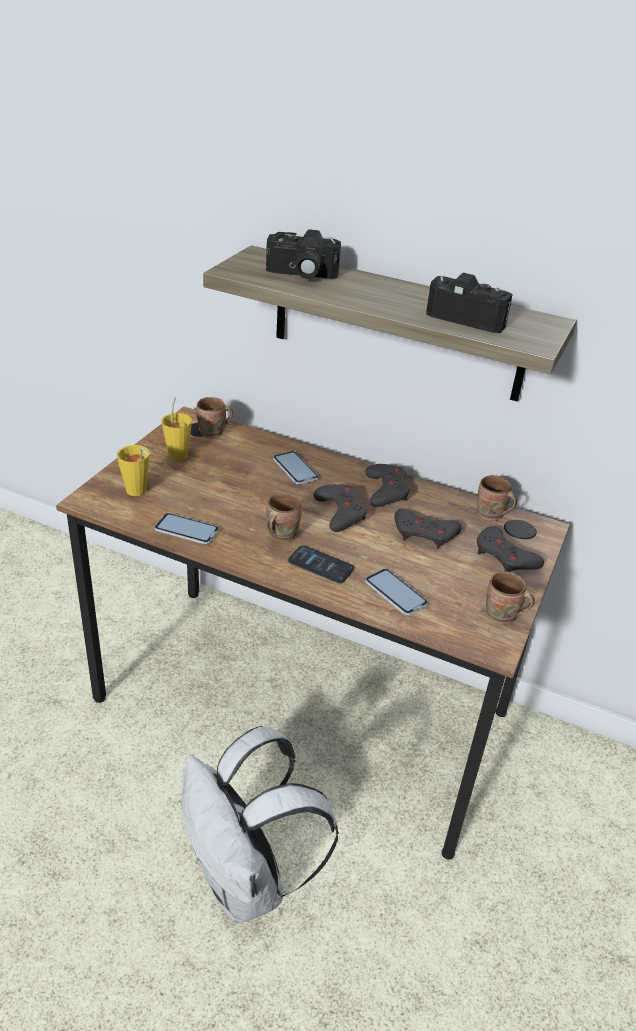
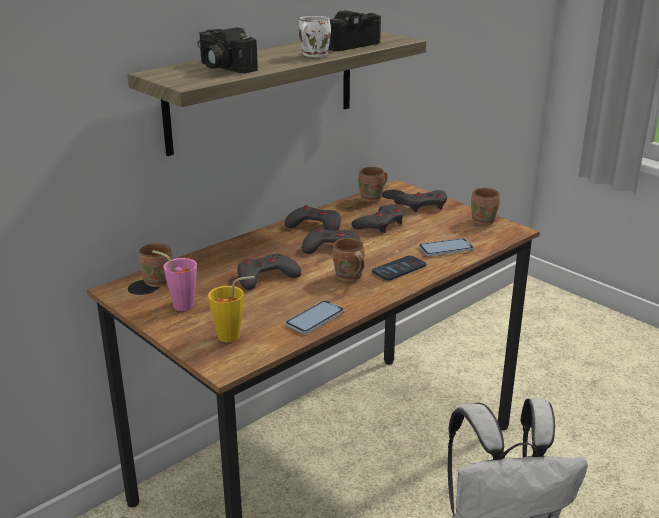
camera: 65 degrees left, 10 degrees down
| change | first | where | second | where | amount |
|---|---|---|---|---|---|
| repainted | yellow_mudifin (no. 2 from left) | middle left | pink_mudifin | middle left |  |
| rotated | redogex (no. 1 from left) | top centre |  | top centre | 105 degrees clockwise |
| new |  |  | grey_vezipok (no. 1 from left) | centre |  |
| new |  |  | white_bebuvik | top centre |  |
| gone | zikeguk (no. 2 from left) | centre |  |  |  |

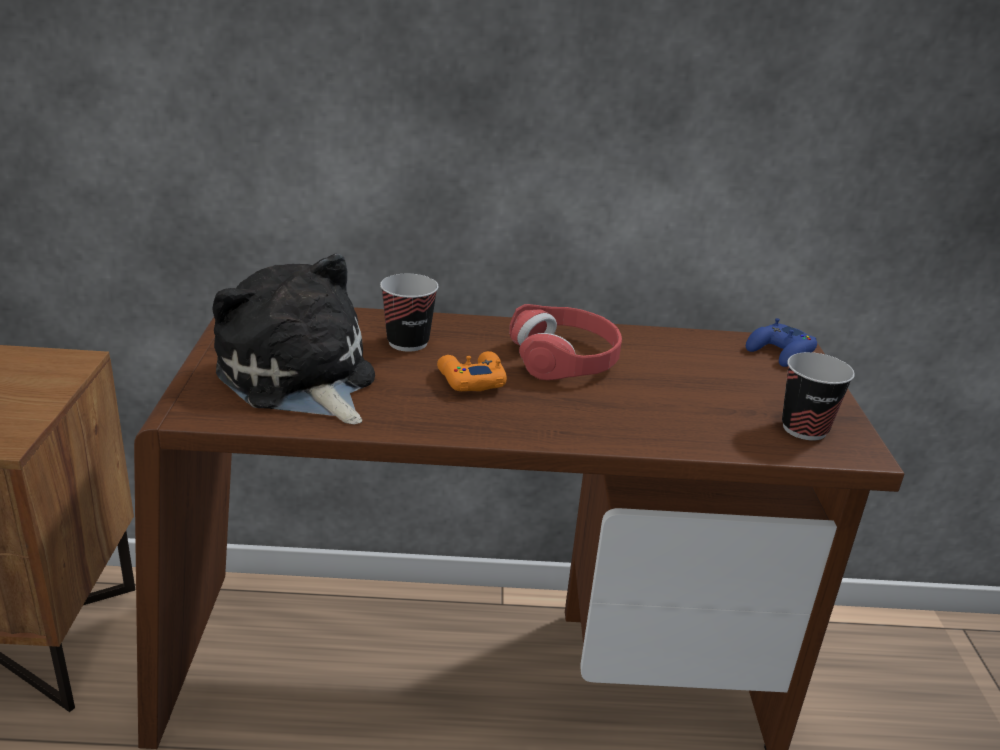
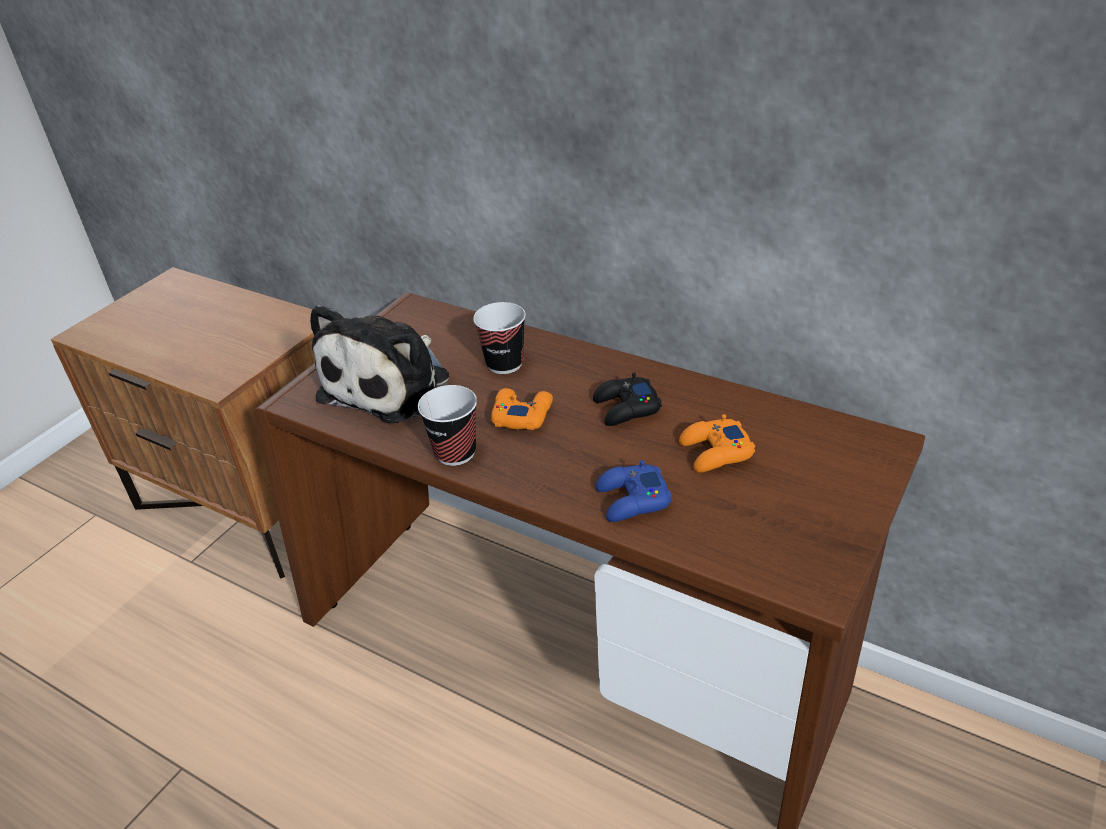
camera: 35 degrees right, 10 degrees up
| change | first | where | second | where | amount |
|---|---|---|---|---|---|
| rotated | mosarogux | middle left |  | centre | 150 degrees counterclockwise |
| shifted | mudifin (no. 2 from left in the first image) | middle right | mudifin (no. 1 from left) | centre |  |
| swapped | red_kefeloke | centre | black_vezipok | centre |  |
| shifted | blue_vezipok | middle right |  | centre |  |
| new |  |  | orange_vezipok (no. 2 from left) | centre |  |

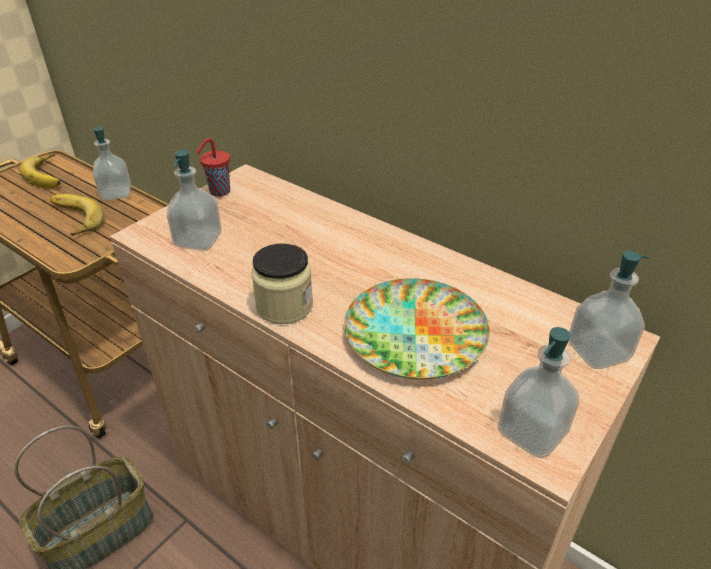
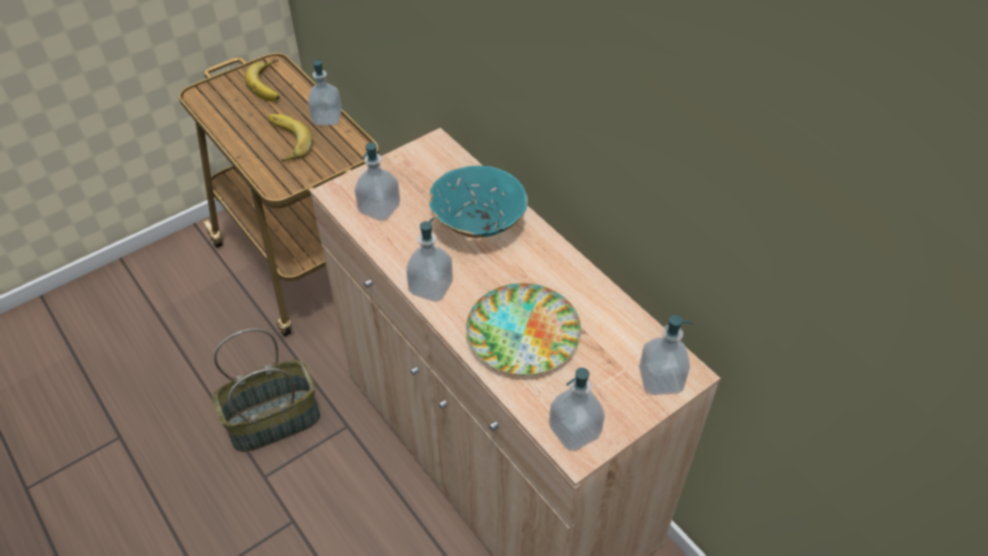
camera: 15 degrees right, 10 degrees up
| change | first | where | second | where | amount |
|---|---|---|---|---|---|
| swapped | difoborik | centre | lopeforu (no. 3 from left) | centre |  |
| new |  |  | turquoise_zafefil | centre |  |
| gone | red_mudifin | top left |  |  |  |

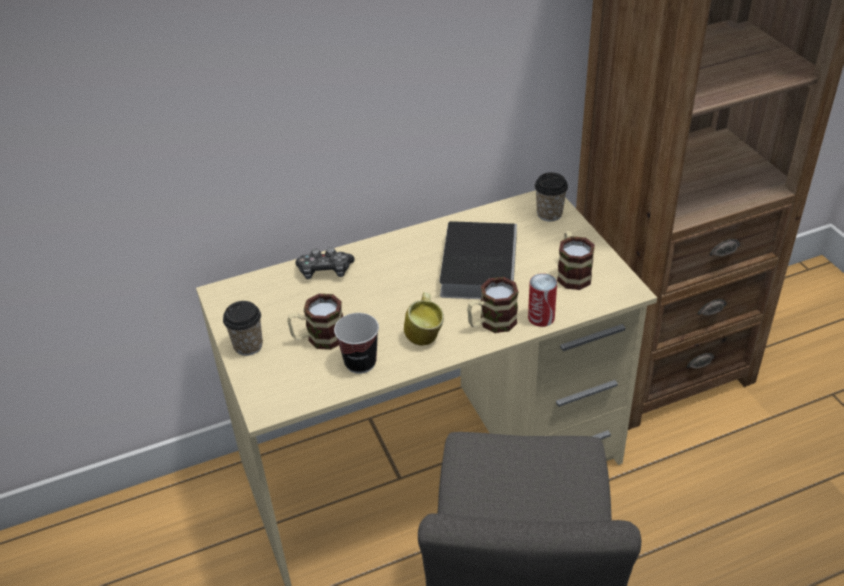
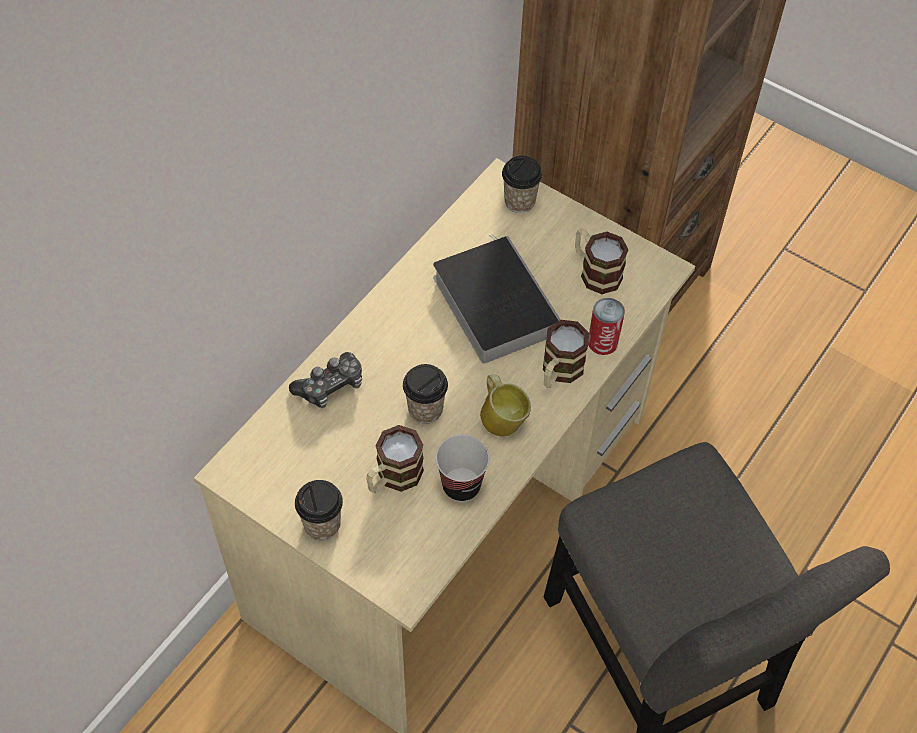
camera: 35 degrees left, 15 degrees up
| change | first | where | second | where | amount |
|---|---|---|---|---|---|
| new |  |  | mudifin (no. 2 from left) | centre |  |

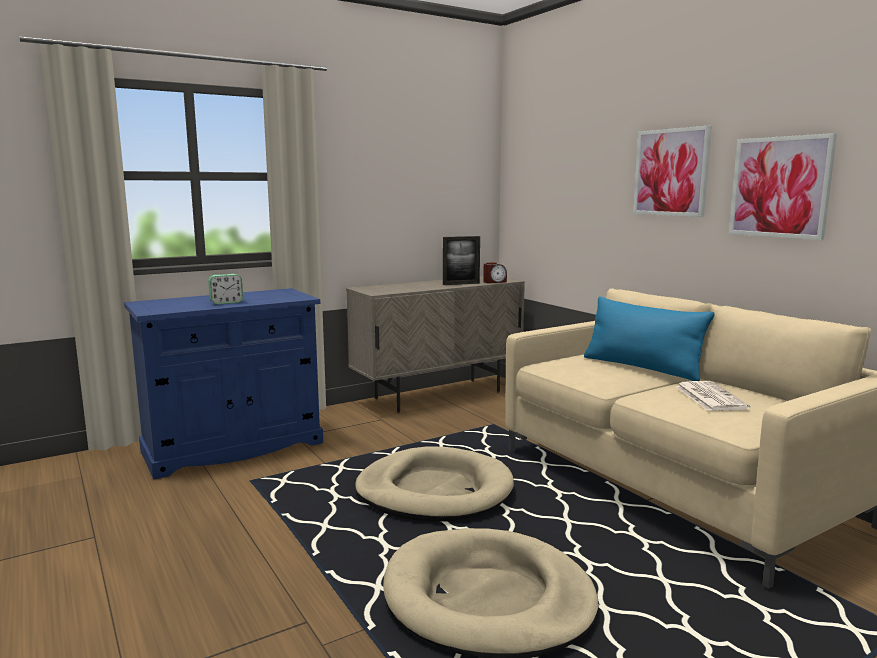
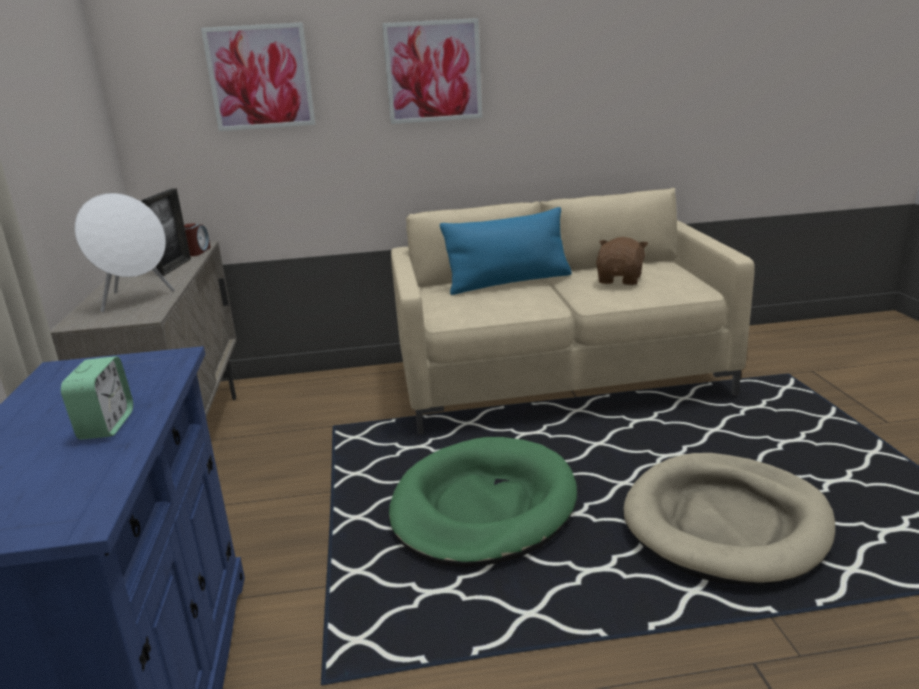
camera: 65 degrees left, 10 degrees up
| change | first | where | second | where | amount |
|---|---|---|---|---|---|
| new |  |  | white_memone | middle left |  |
| shifted | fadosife (no. 2 from left in the first image) | top right | fadosife (no. 1 from left) | top left |  |
| repainted | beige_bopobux (no. 1 from left) | bottom centre | green_bopobux | bottom centre |  |
| swapped | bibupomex | middle right | brown_mosarogux | middle right |  |

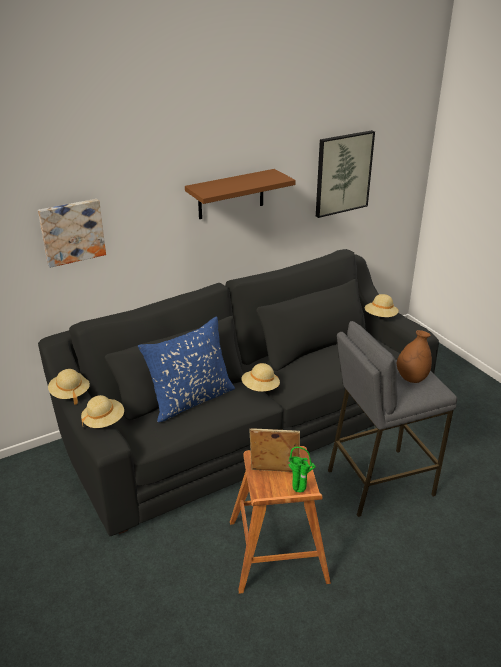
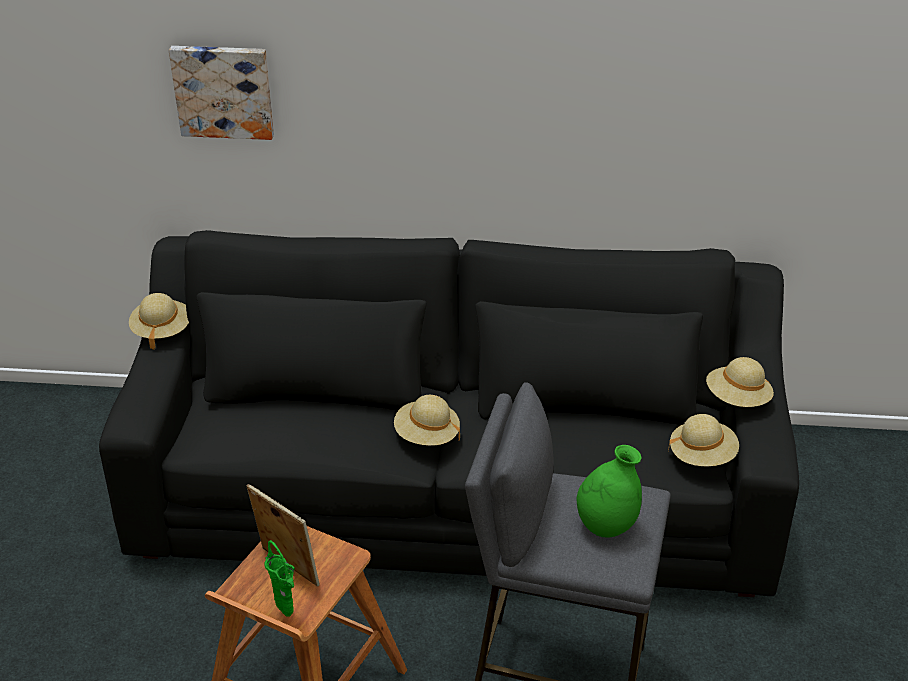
camera: 35 degrees right, 5 degrees up
| change | first | where | second | where | amount |
|---|---|---|---|---|---|
| repainted | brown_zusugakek | middle right | green_zusugakek (no. 2 from left) | bottom right |  |
| shifted | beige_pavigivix (no. 2 from left in the first image) | middle left | beige_pavigivix (no. 3 from left) | middle right |  |
| gone | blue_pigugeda | centre |  |  |  |
| gone | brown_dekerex | top centre |  |  |  |
| gone | fadosife (no. 2 from left) | top right |  |  |  |

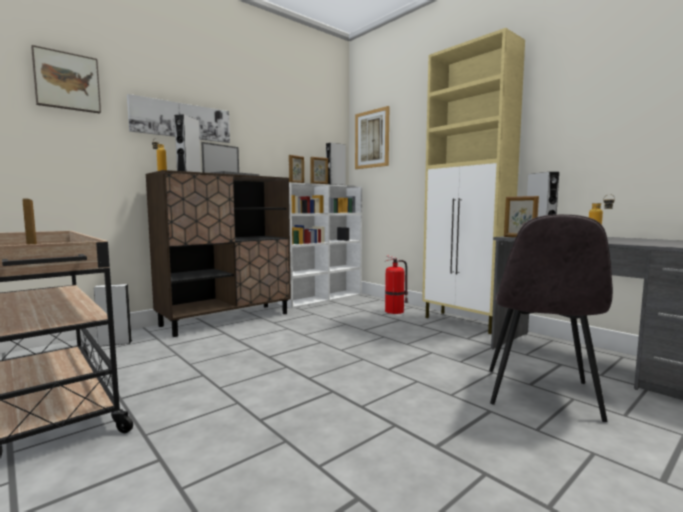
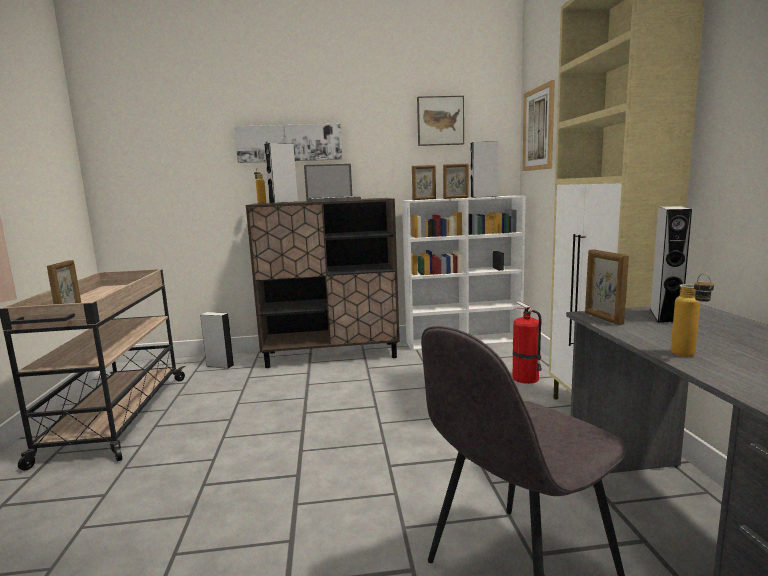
camera: 35 degrees right, 5 degrees up
| change | first | where | second | where | amount |
|---|---|---|---|---|---|
| shifted | fadosife (no. 1 from left in the first image) | top left | fadosife (no. 2 from left) | top centre |  |

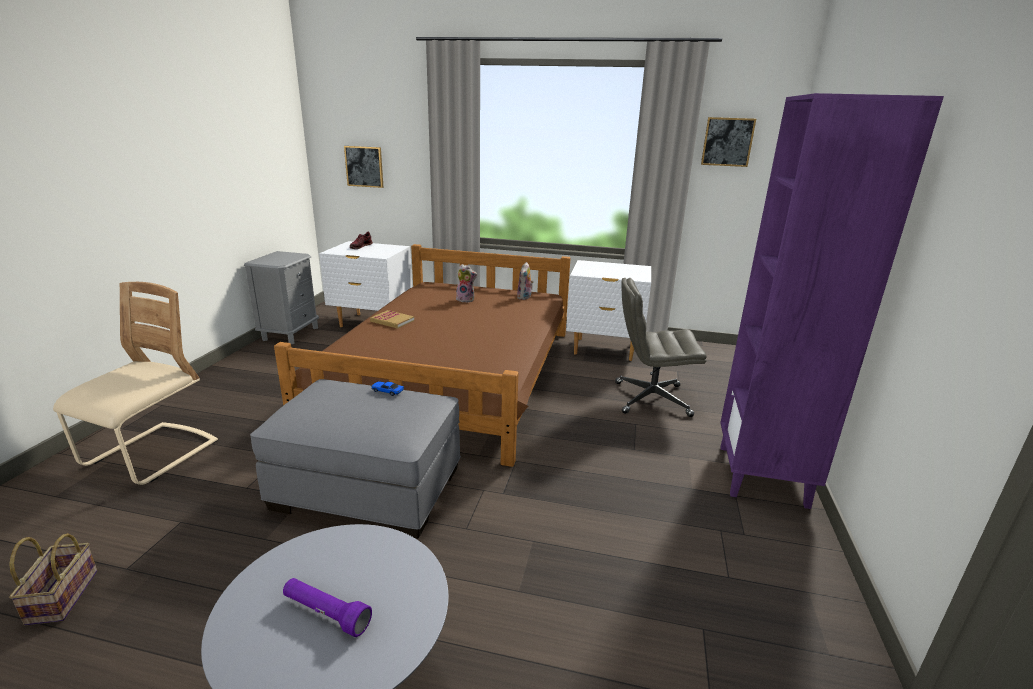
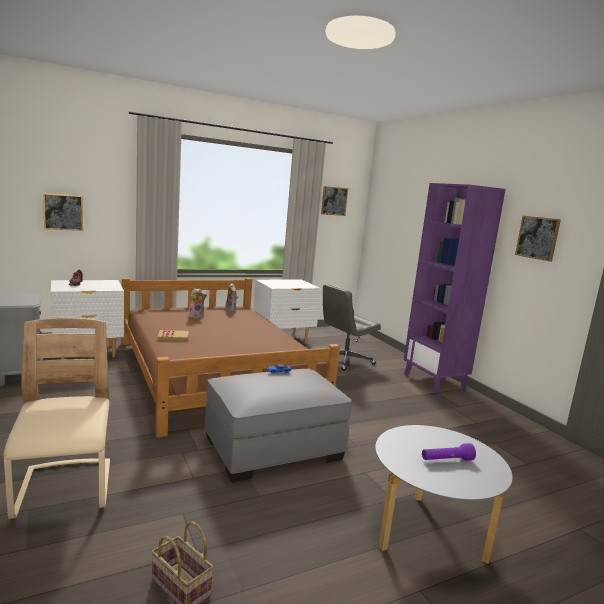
camera: 40 degrees left, 10 degrees down
| change | first | where | second | where | amount |
|---|---|---|---|---|---|
| new |  |  | fadosife (no. 3 from left) | middle right |  |

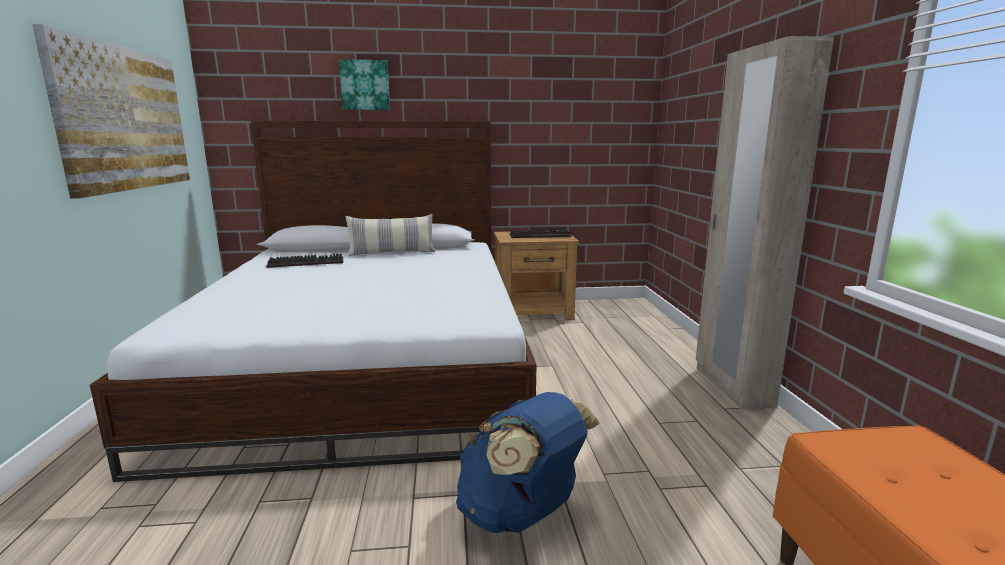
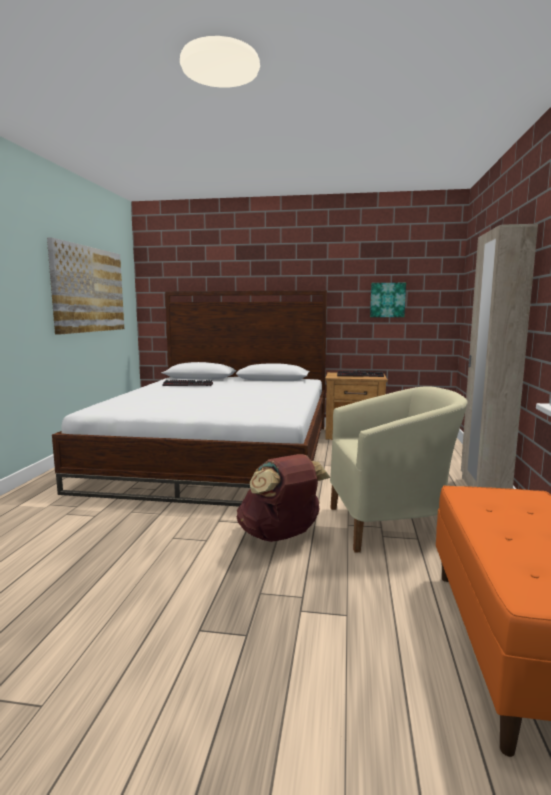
camera: 15 degrees right, 5 degrees down
| change | first | where | second | where | amount |
|---|---|---|---|---|---|
| repainted | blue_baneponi | bottom centre | brown_baneponi | centre |  |
| new |  |  | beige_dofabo | middle right |  |
| shifted | fadosife (no. 2 from left) | top centre |  | middle right |  |
| gone | pigugeda | centre |  |  |  |

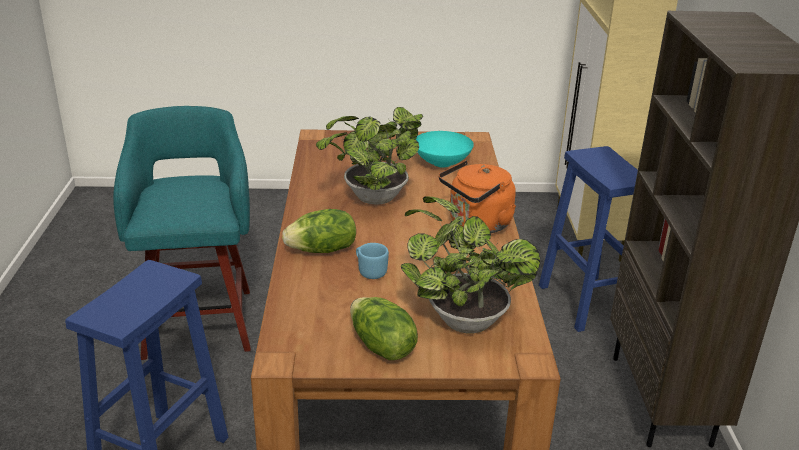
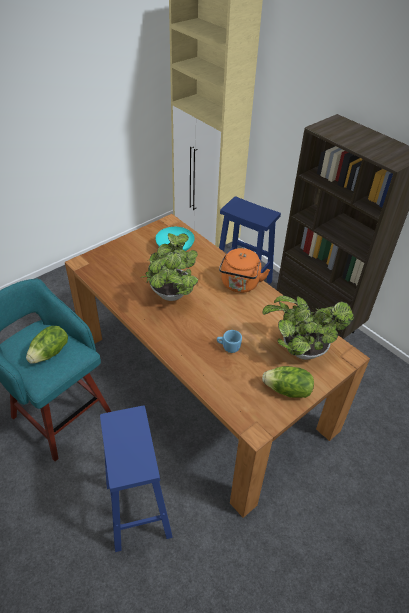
camera: 40 degrees left, 15 degrees up
| change | first | where | second | where | amount |
|---|---|---|---|---|---|
| shifted | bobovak (no. 1 from left) | centre |  | middle left |  |

